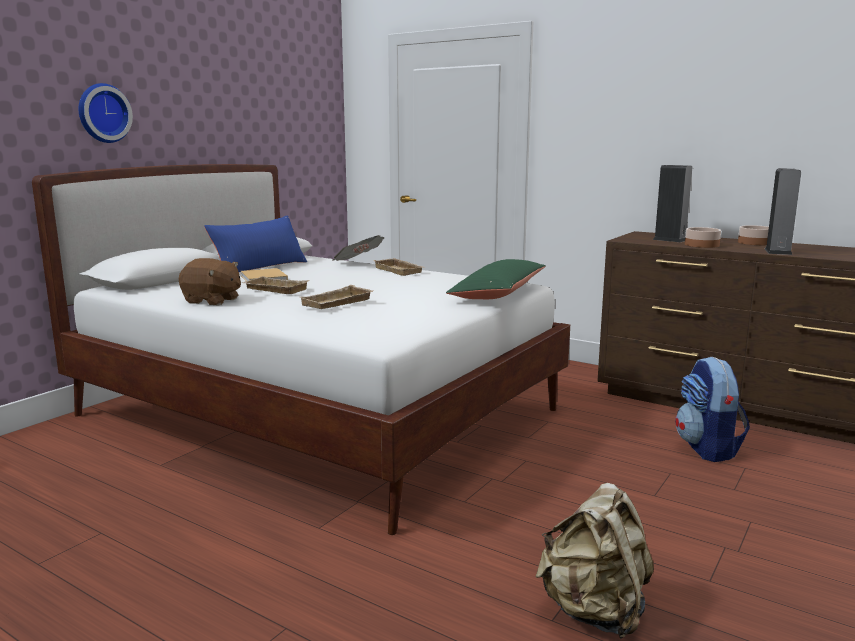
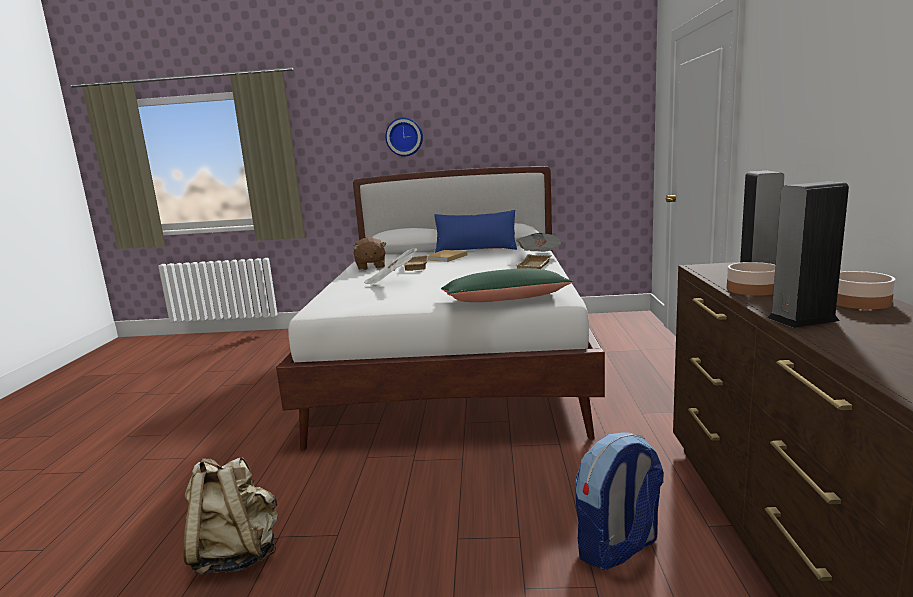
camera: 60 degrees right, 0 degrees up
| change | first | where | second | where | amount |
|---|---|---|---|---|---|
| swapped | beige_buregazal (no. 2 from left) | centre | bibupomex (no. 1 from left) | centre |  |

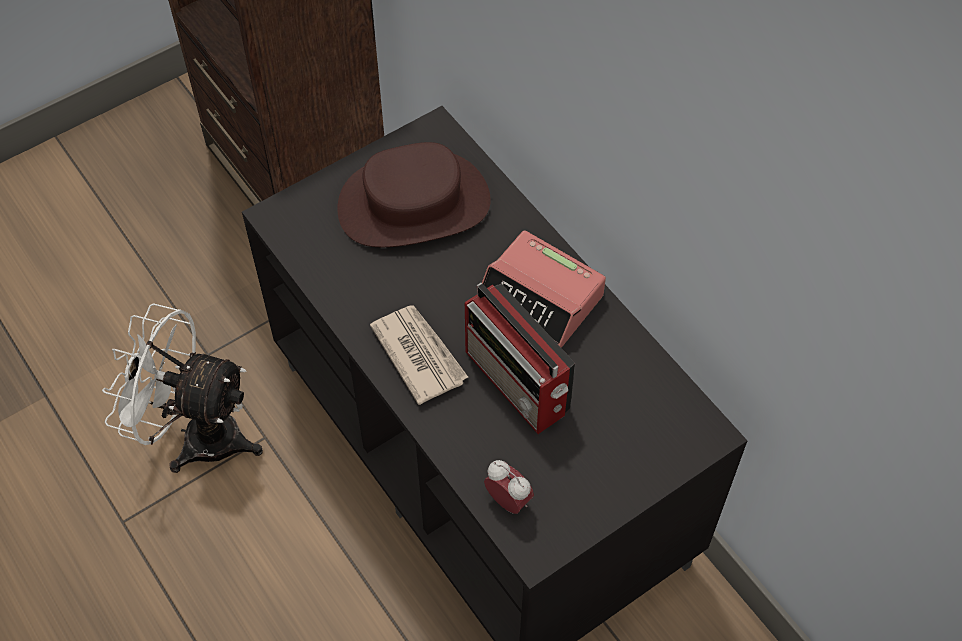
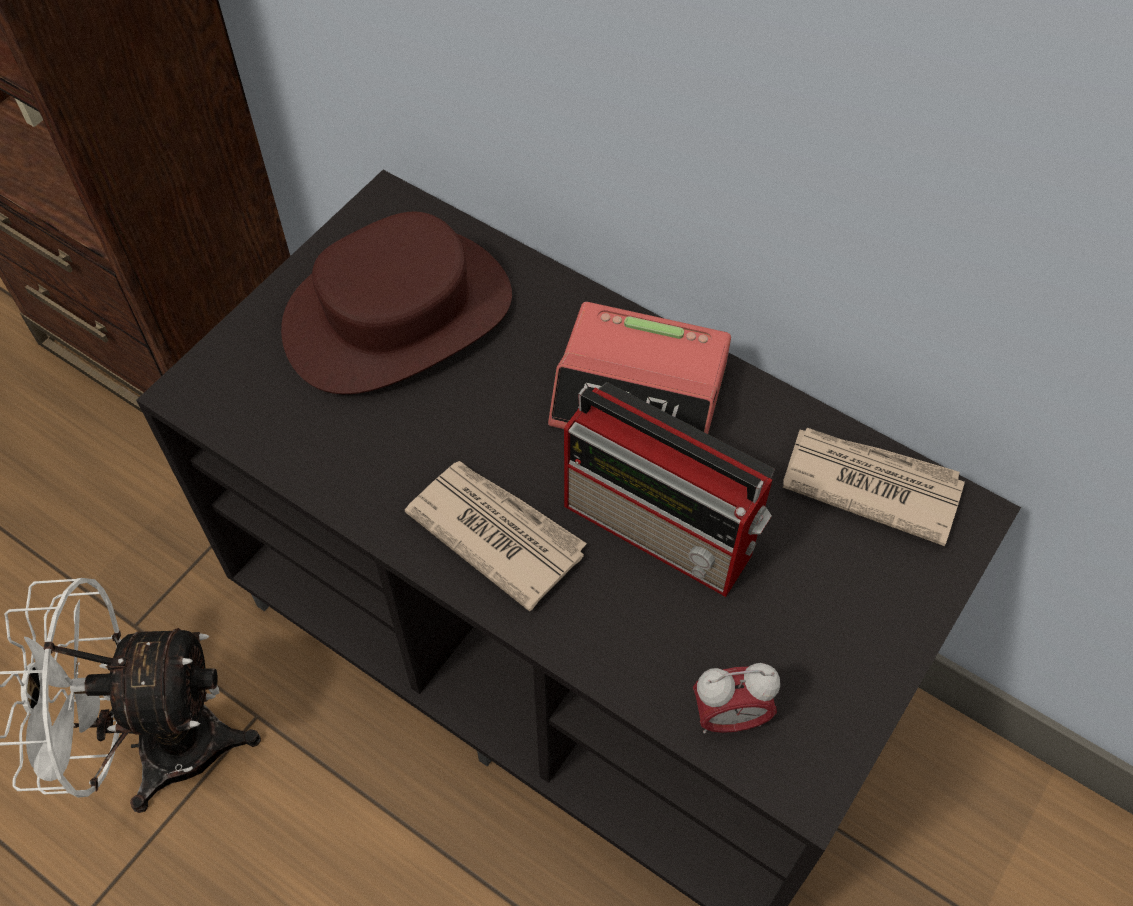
camera: 20 degrees left, 0 degrees up
| change | first | where | second | where | amount |
|---|---|---|---|---|---|
| rotated | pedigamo (no. 1 from left in the first image) | bottom centre | pedigamo (no. 2 from left) | bottom centre | 150 degrees clockwise |
| new |  |  | bibupomex (no. 2 from left) | middle right |  |

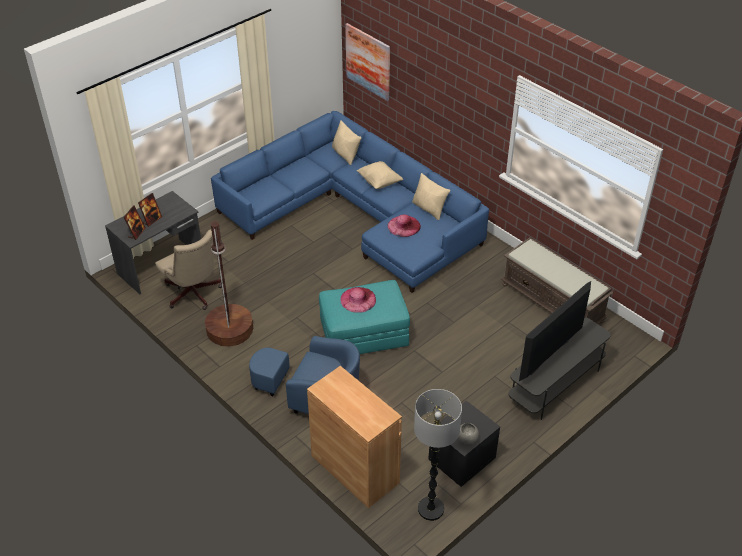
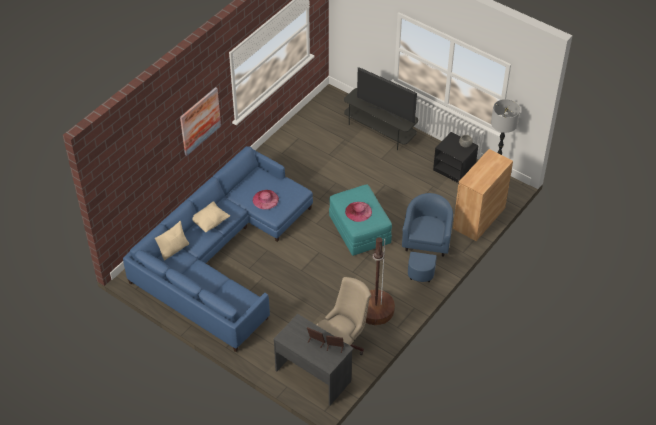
camera: 100 degrees left, 5 degrees up
| change | first | where | second | where | amount |
|---|---|---|---|---|---|
| shifted | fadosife | top centre |  | top left |  |
| gone | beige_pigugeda (no. 3 from left) | centre |  |  |  |
| gone | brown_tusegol | middle right |  |  |  |

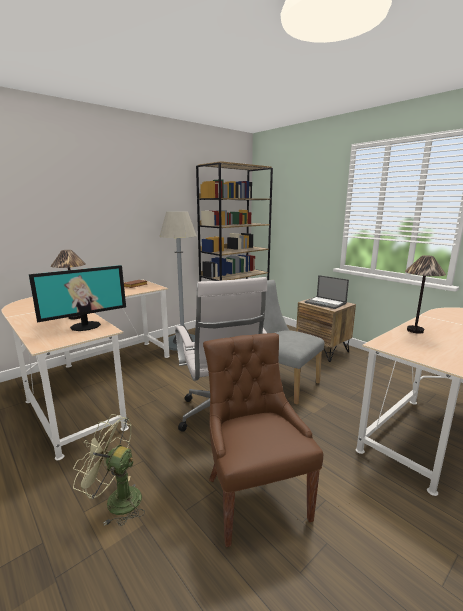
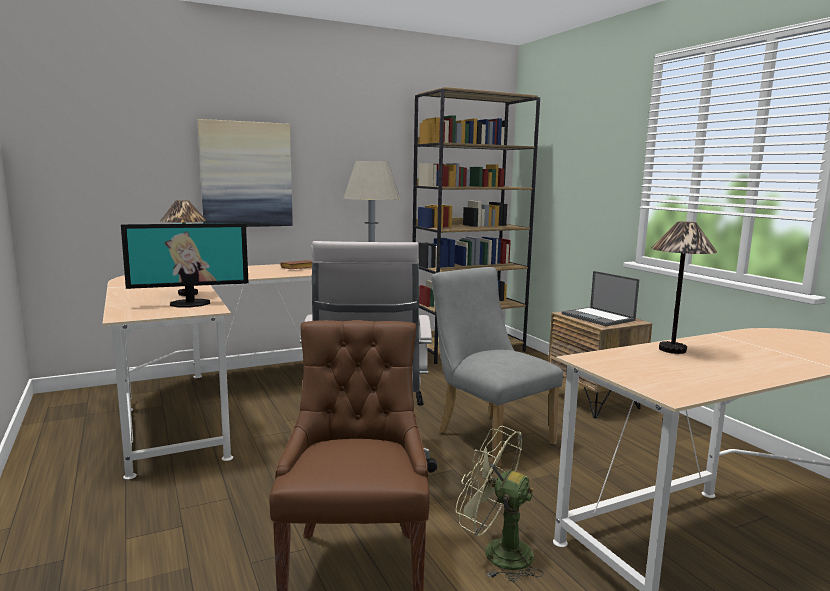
camera: 15 degrees right, 5 degrees down
| change | first | where | second | where | amount |
|---|---|---|---|---|---|
| new |  |  | fadosife | top left |  |
| shifted | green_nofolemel | bottom left |  | bottom centre |  |

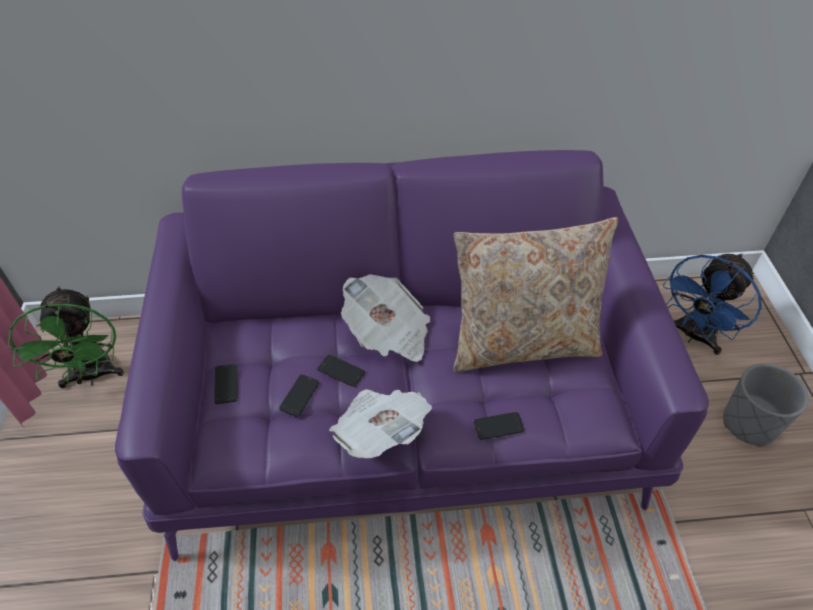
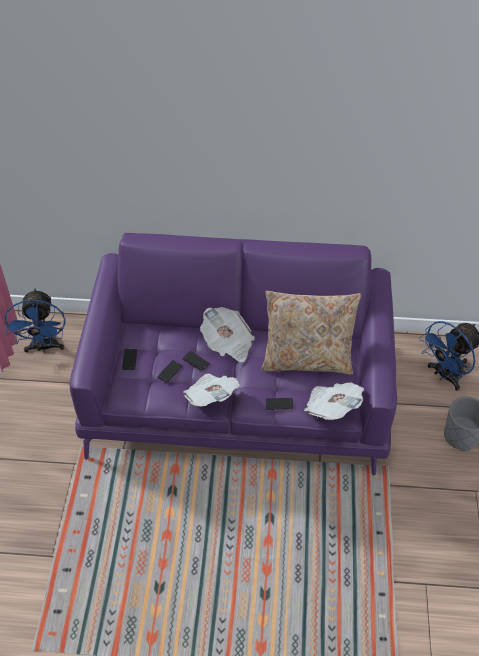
camera: 10 degrees right, 0 degrees up
| change | first | where | second | where | amount |
|---|---|---|---|---|---|
| repainted | green_nofolemel | middle left | blue_nofolemel (no. 1 from left) | middle left |  |
| new |  |  | bibupomex (no. 3 from left) | middle right |  |

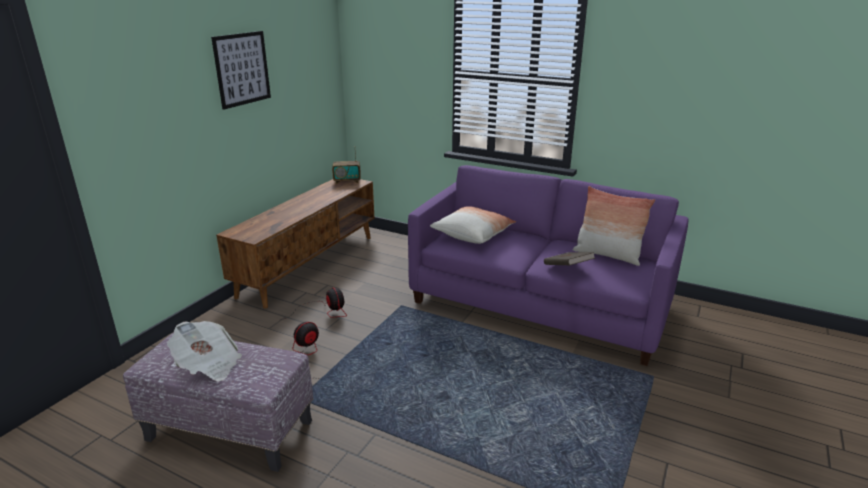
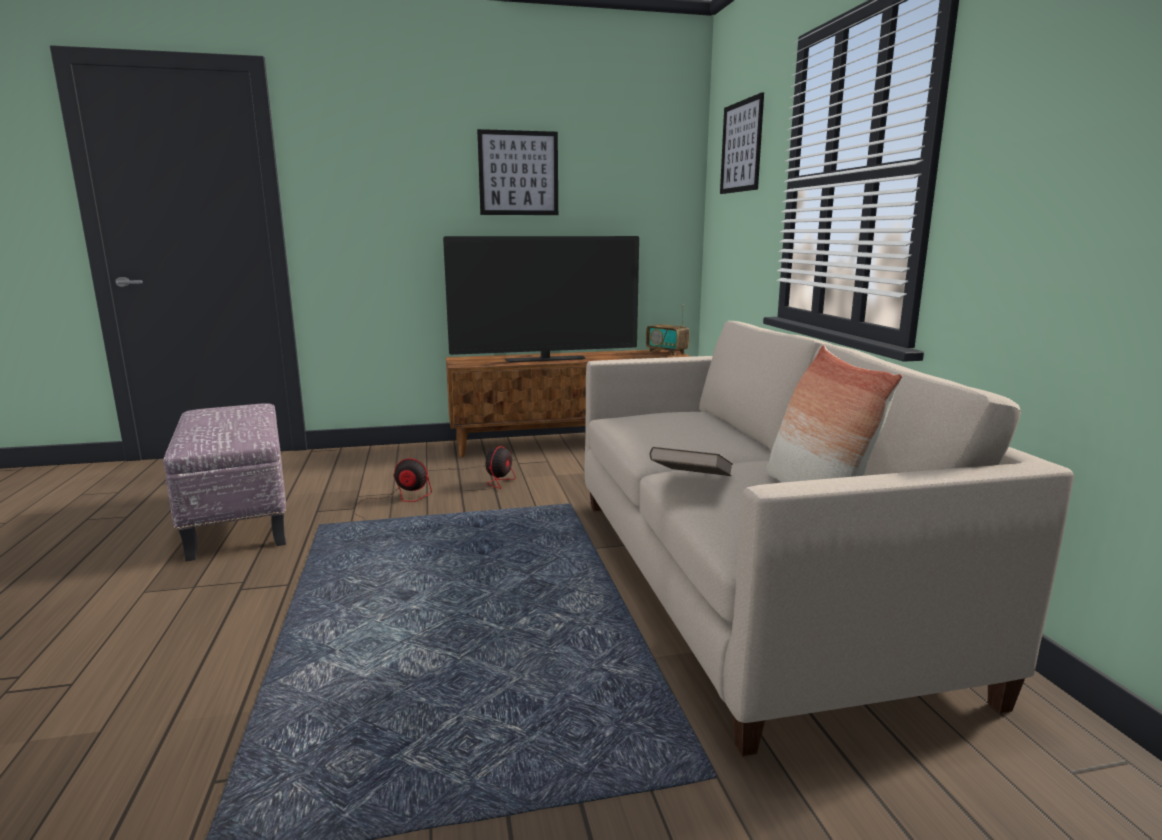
camera: 50 degrees right, 10 degrees down
| change | first | where | second | where | amount |
|---|---|---|---|---|---|
| new |  |  | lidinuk | centre |  |
| repainted | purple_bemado | centre | beige_bemado | middle right |  |
| new |  |  | fadosife (no. 2 from left) | top centre |  |
| gone | bibupomex | bottom left |  |  |  |
| gone | pigugeda (no. 1 from left) | centre |  |  |  |

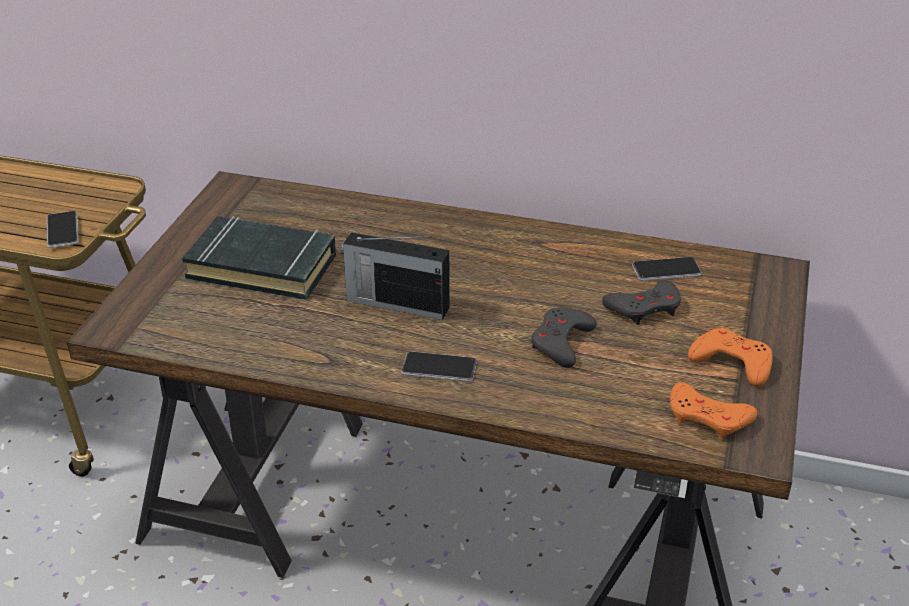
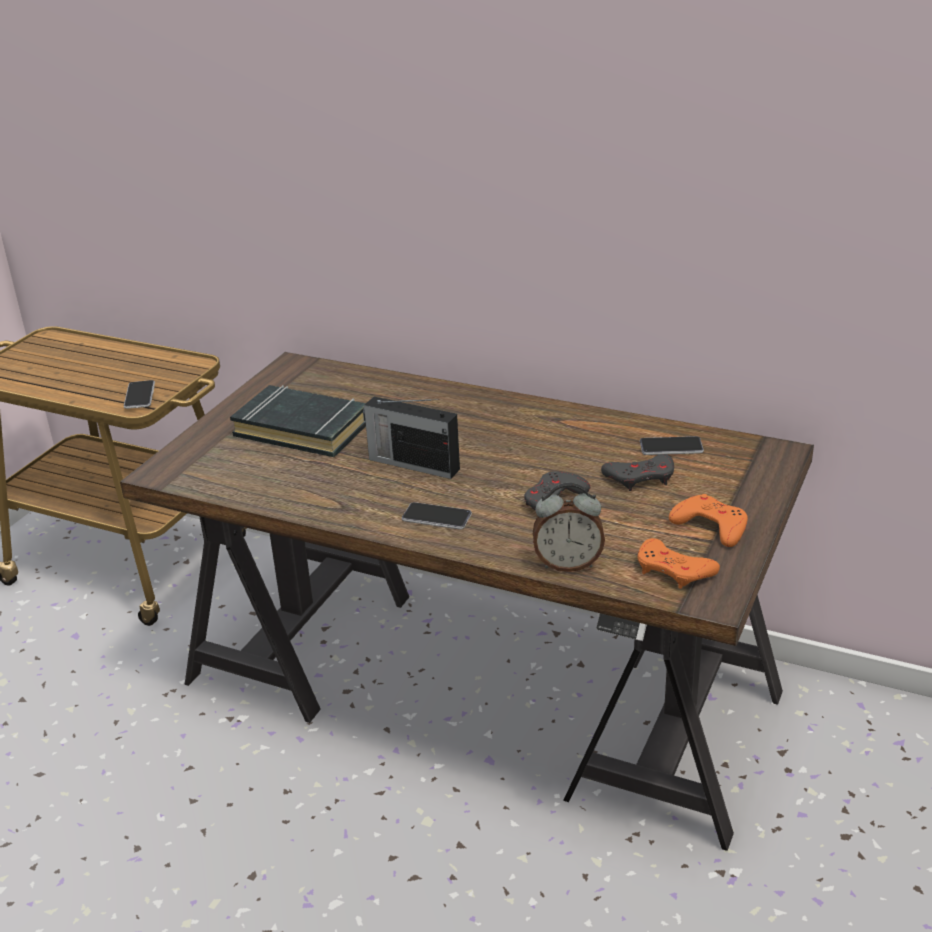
camera: 10 degrees right, 5 degrees down
| change | first | where | second | where | amount |
|---|---|---|---|---|---|
| new |  |  | pedigamo | centre |  |

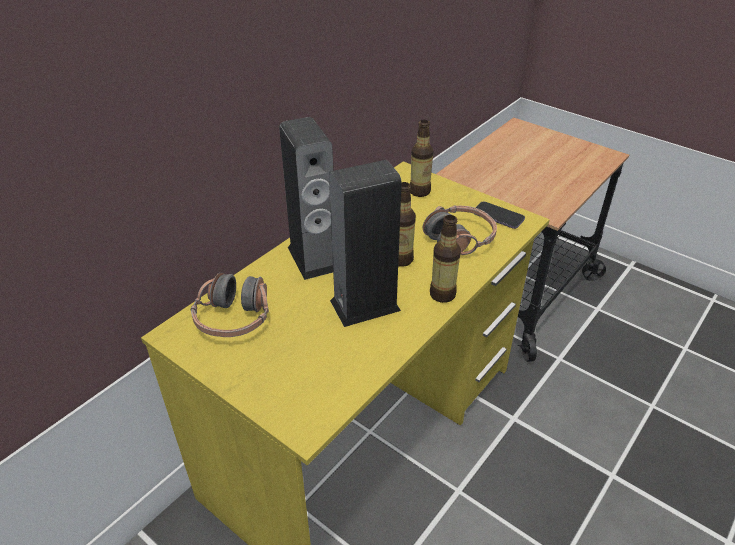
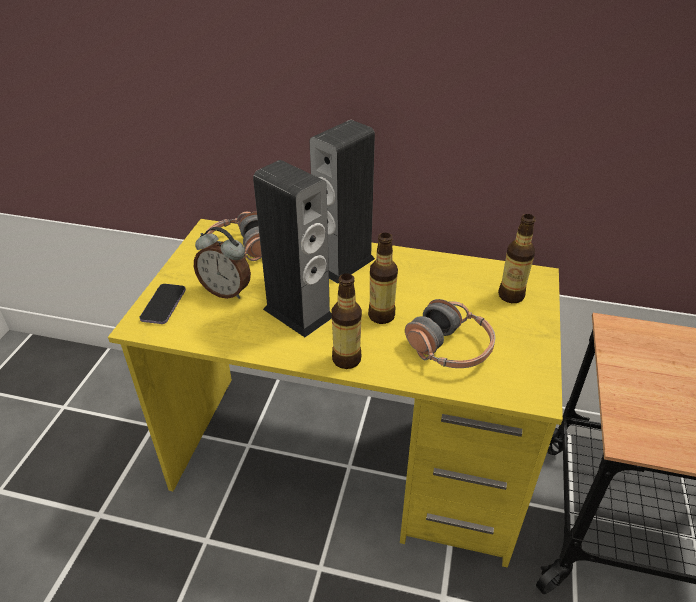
camera: 65 degrees right, 0 degrees up
| change | first | where | second | where | amount |
|---|---|---|---|---|---|
| shifted | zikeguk | middle right |  | middle left |  |
| new |  |  | pedigamo | middle left |  |

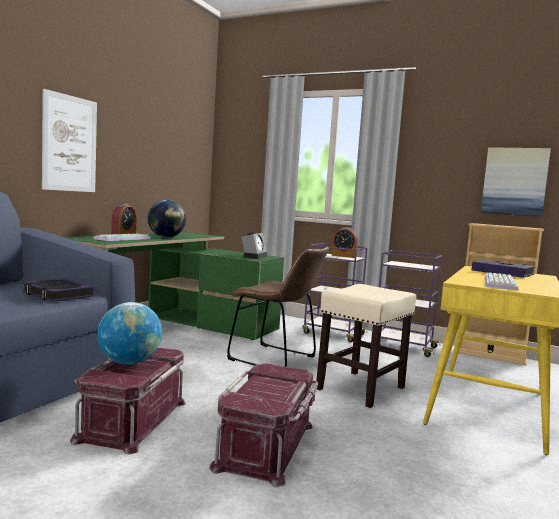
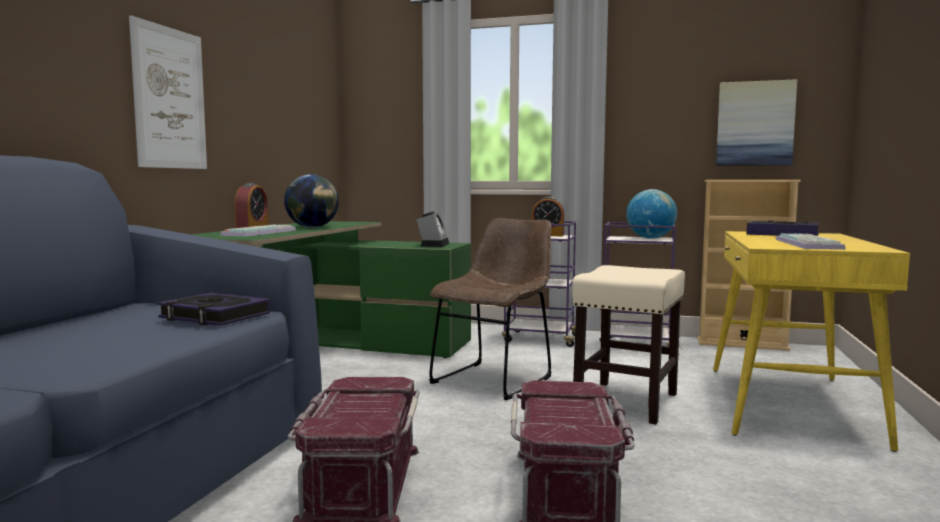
camera: 10 degrees left, 0 degrees up
| change | first | where | second | where | amount |
|---|---|---|---|---|---|
| rotated | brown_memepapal | centre |  | centre | 75 degrees counterclockwise |
| shifted | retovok (no. 1 from left in the first image) | middle left | retovok (no. 2 from left) | middle right |  |

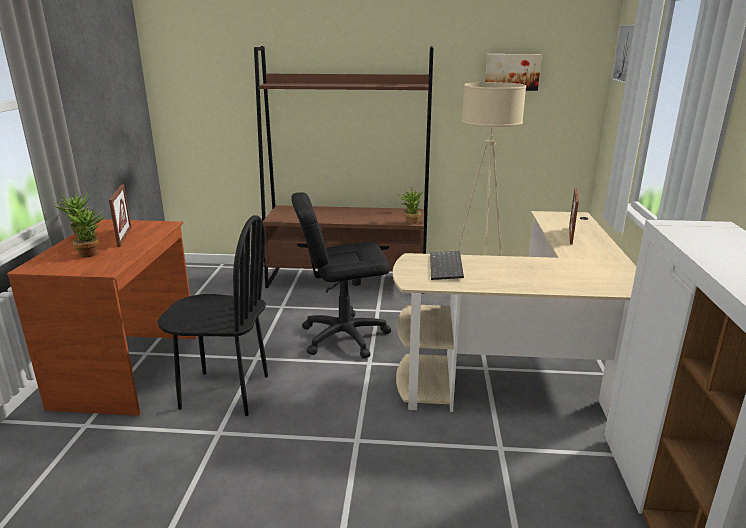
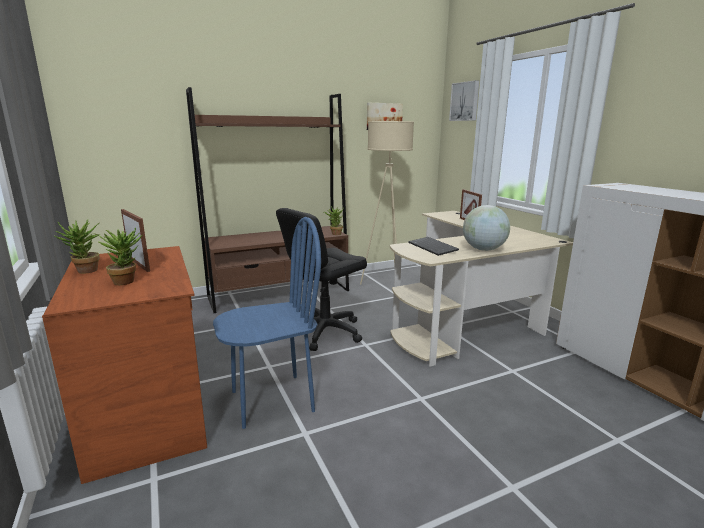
camera: 30 degrees left, 5 degrees down
| change | first | where | second | where | amount |
|---|---|---|---|---|---|
| repainted | black_memepapal | middle left | blue_memepapal | centre |  |
| new |  |  | retovok | middle right |  |

